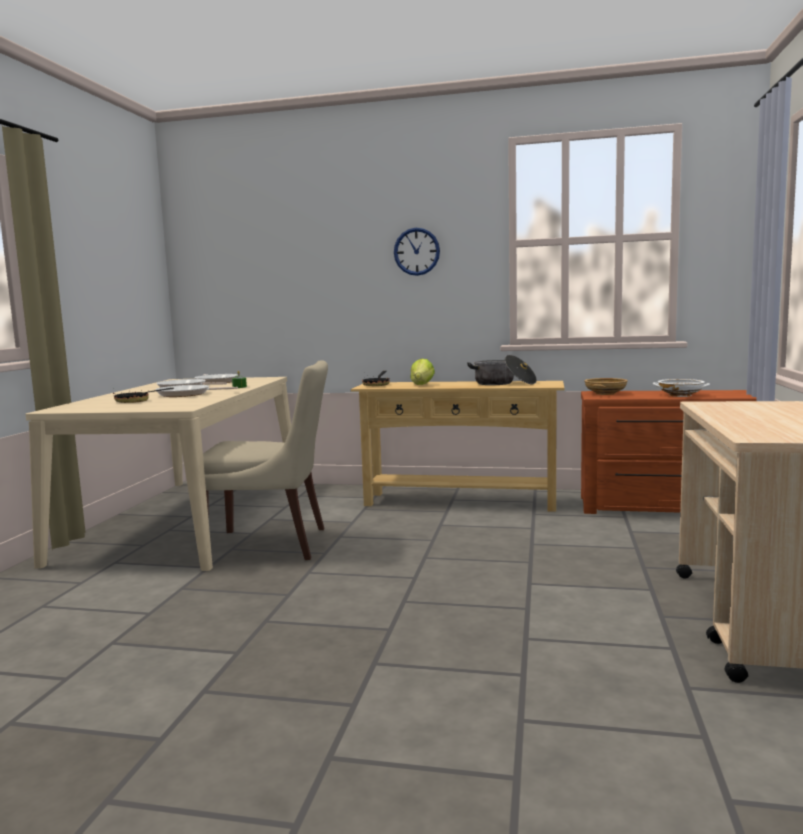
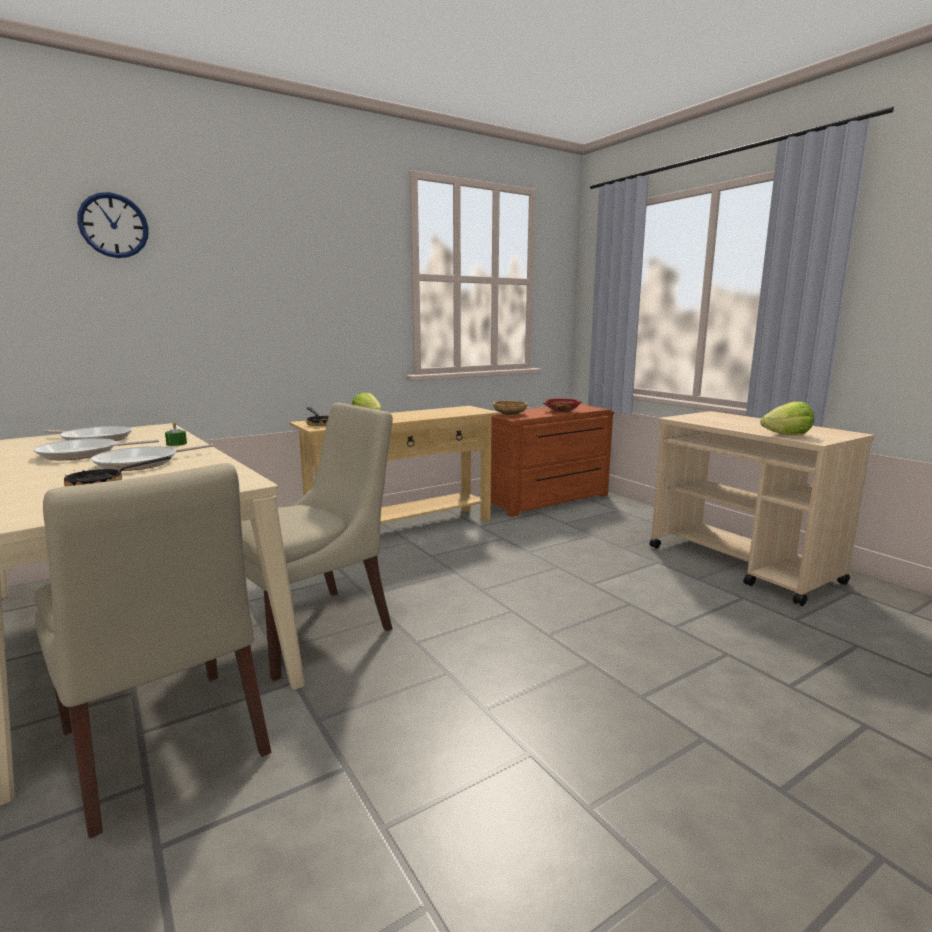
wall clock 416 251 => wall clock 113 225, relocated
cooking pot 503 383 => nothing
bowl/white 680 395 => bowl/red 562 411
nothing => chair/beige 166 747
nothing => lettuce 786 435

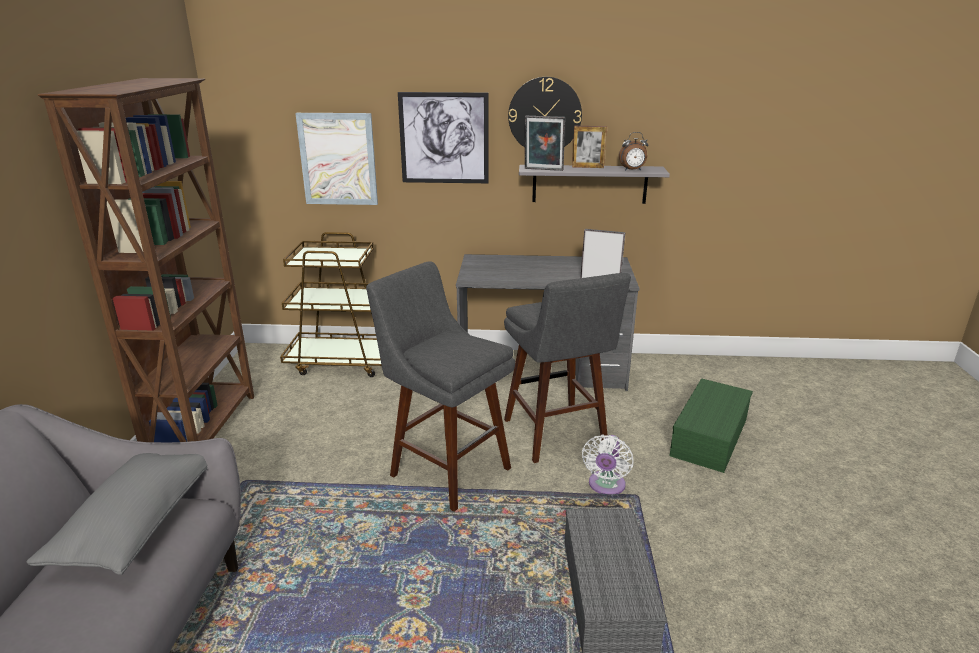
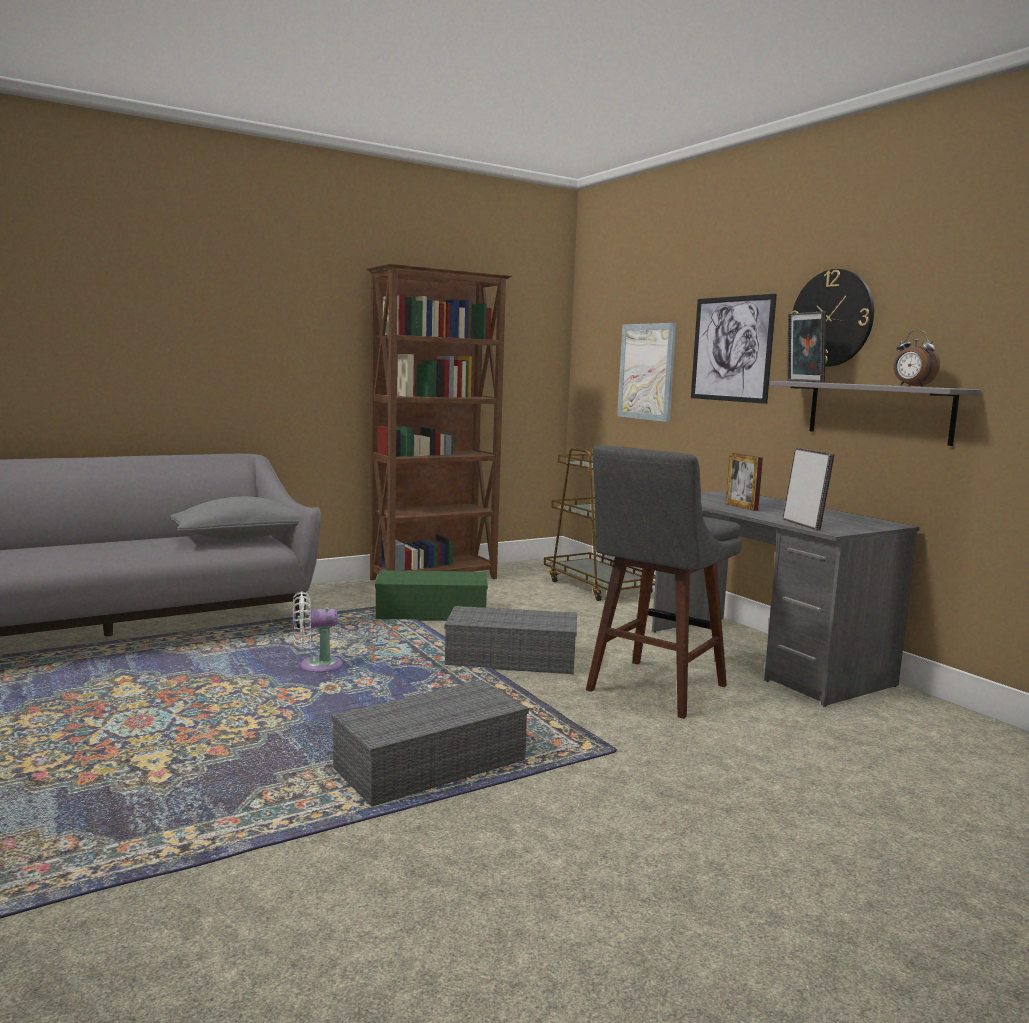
stool/grey 446 469 => storage box/grey 513 658
picture frame 587 167 => picture frame 741 507, relocated
fan/white 606 486 => fan/white 316 666, relocated
storage box/green 708 436 => storage box/green 433 612, relocated

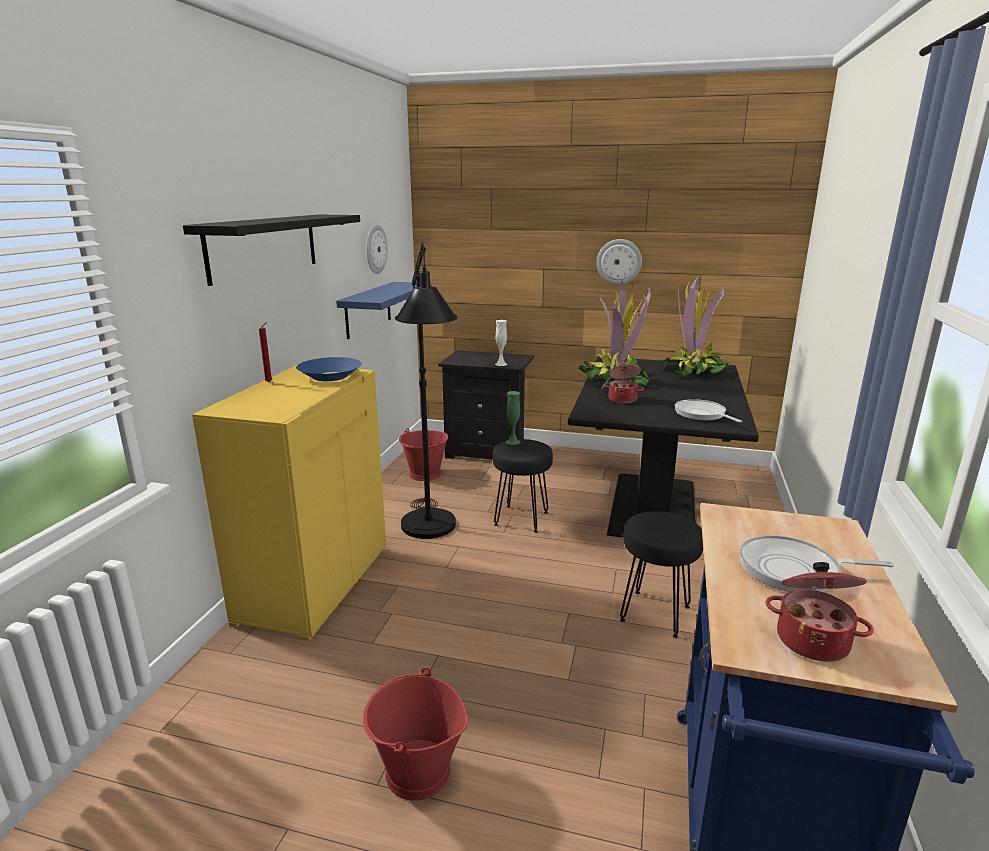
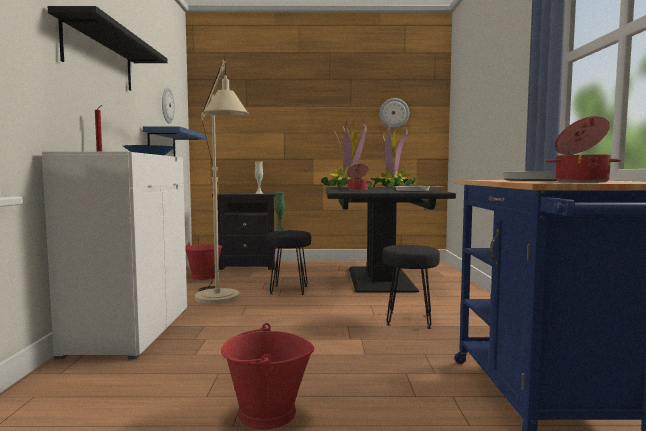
cabinet/yellow 314 582 => cabinet/white 129 330
floor lamp/black 430 533 => floor lamp/beige 220 300
wall clock 619 261 => wall clock 394 113, relocated

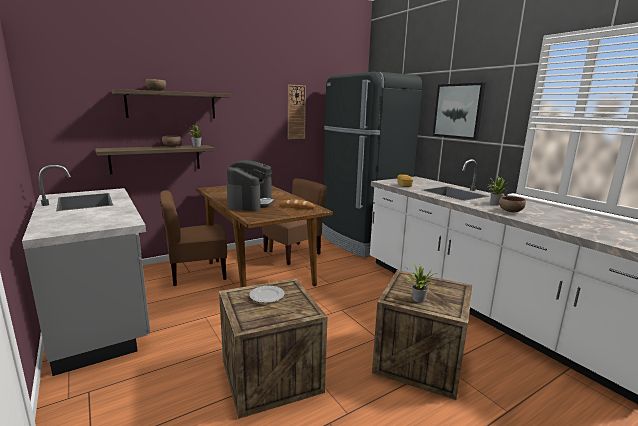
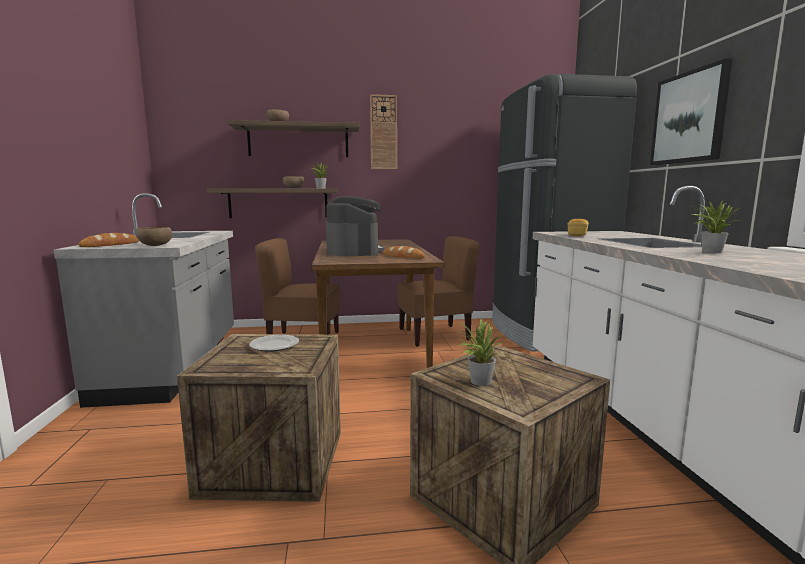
coffee machine 251 203 => coffee machine 354 251, 45 degrees counterclockwise
wall clock 296 112 => wall clock 383 132, relocated
bowl/brown 510 211 => bowl/brown 155 245, relocated
nothing => bread 111 245

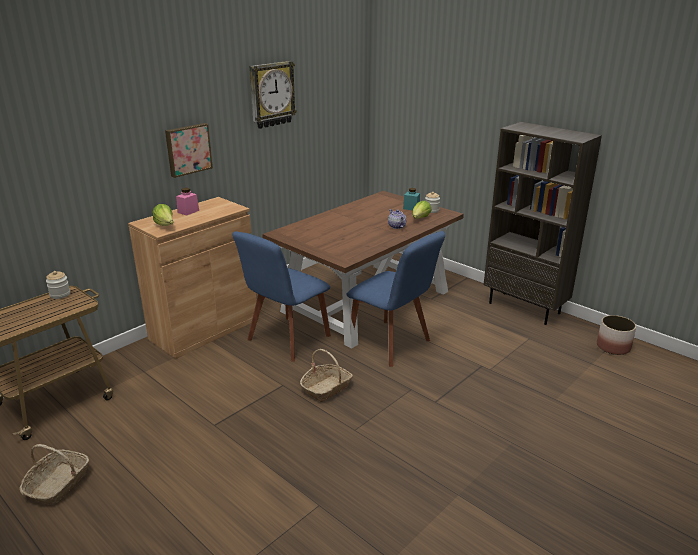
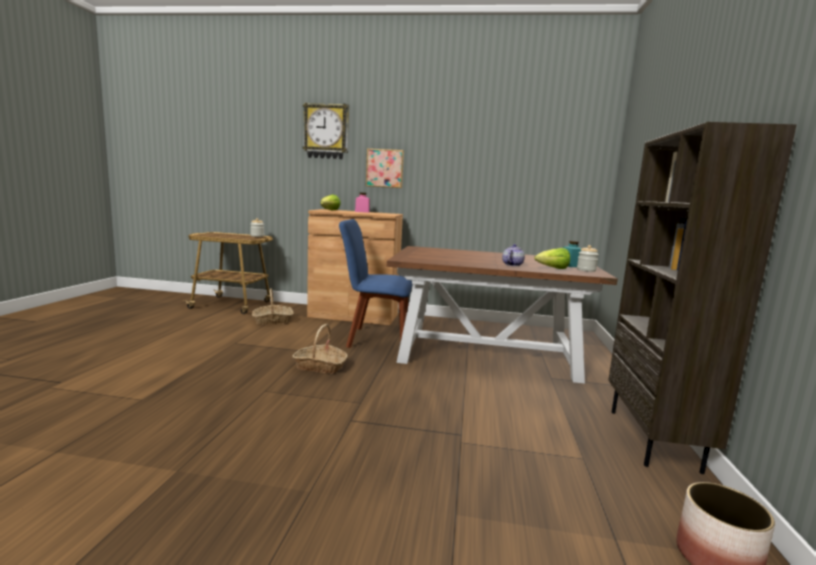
basket 58 484 => basket 272 321, relocated
wall clock 271 94 => wall clock 326 131, relocated
chair/blue 392 344 => nothing

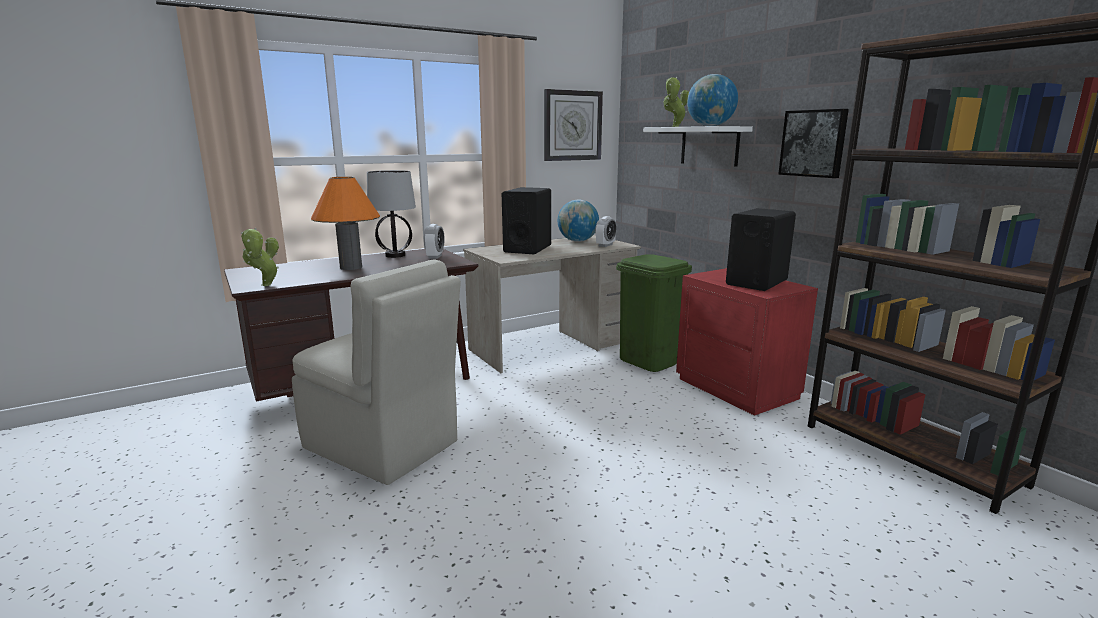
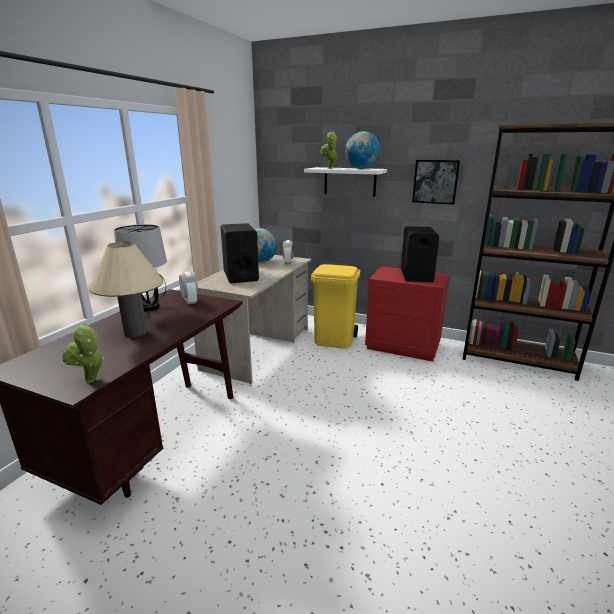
chair/beige 383 446 => nothing
table lamp/orange 351 267 => table lamp/beige 135 332
wall clock 572 125 => nothing
trash can/green 650 361 => trash can/yellow 334 340

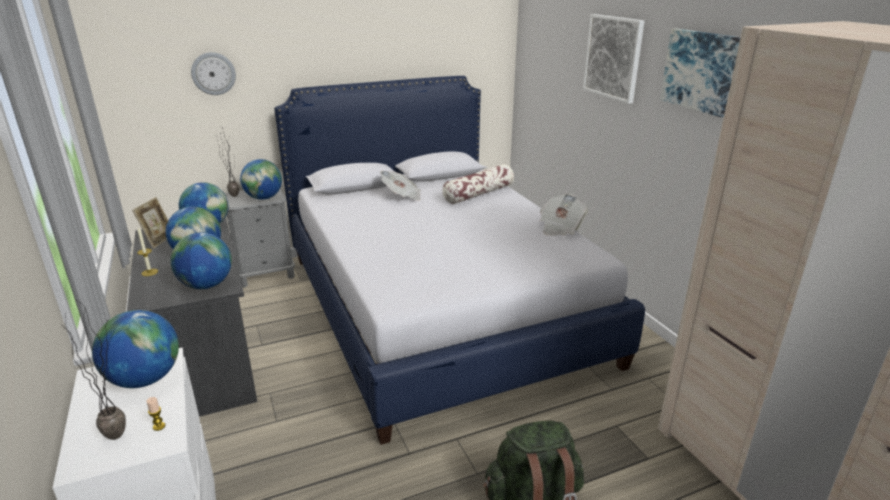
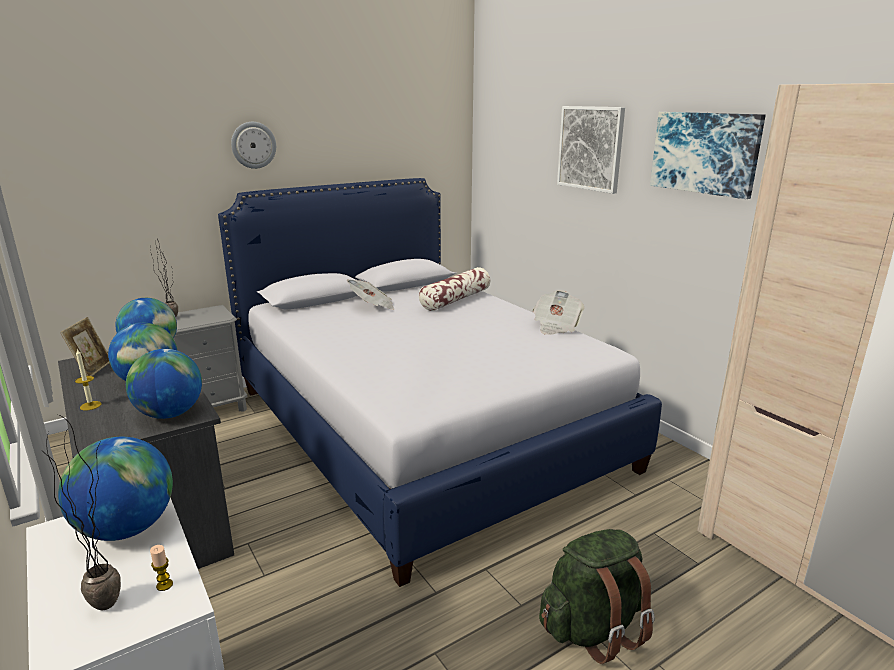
wall clock 213 73 => wall clock 253 145, relocated
globe 264 198 => nothing

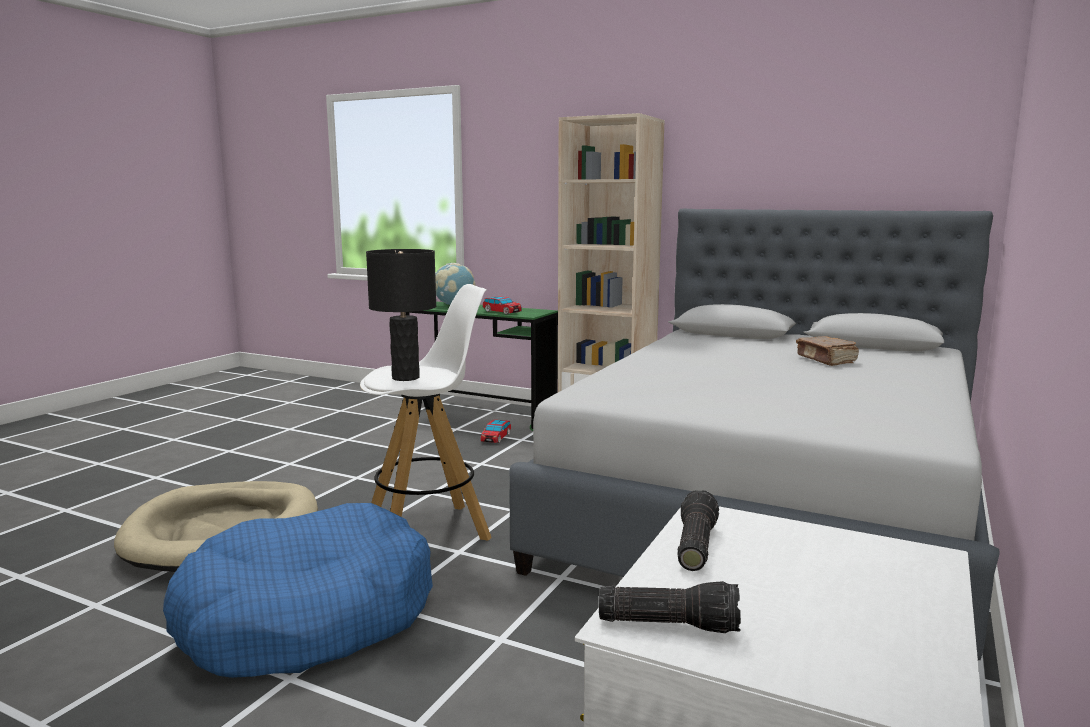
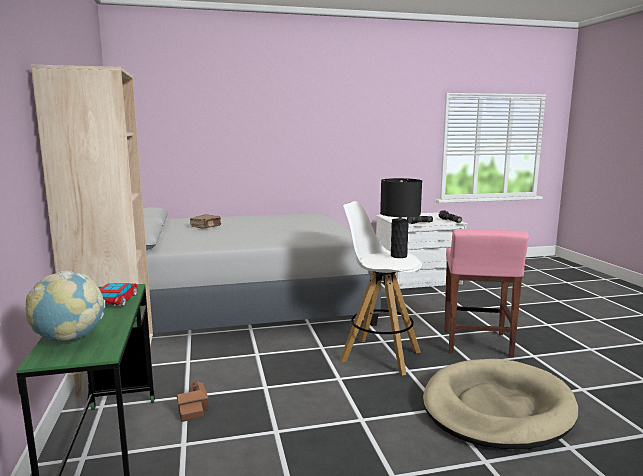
dog bed/blue 307 616 => stool/pink 476 344
toy car 496 438 => toy house 193 409

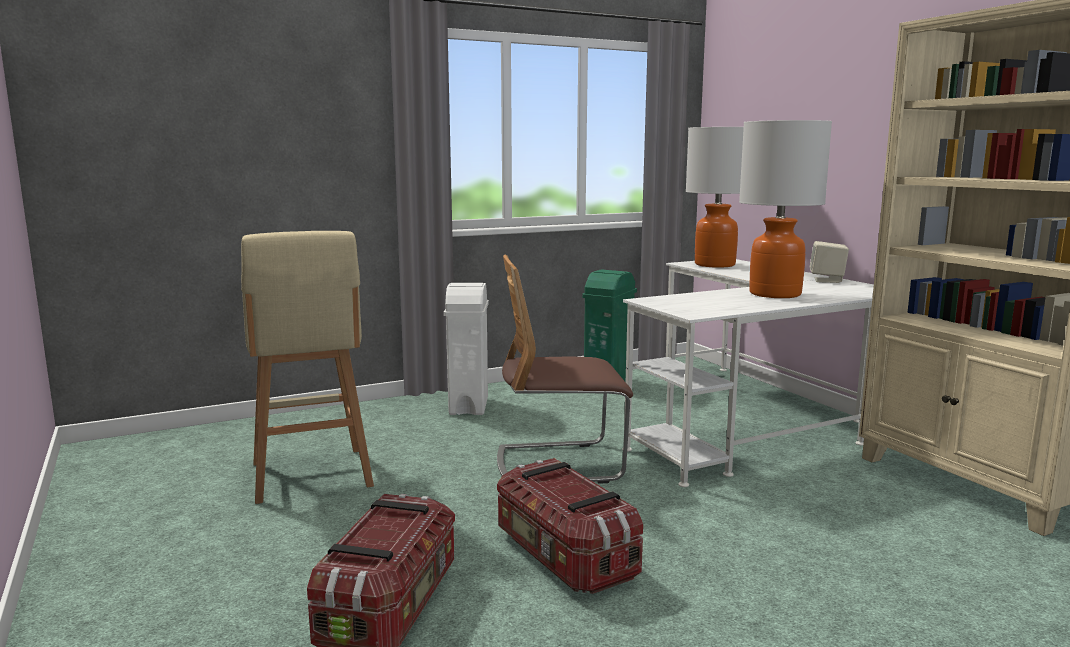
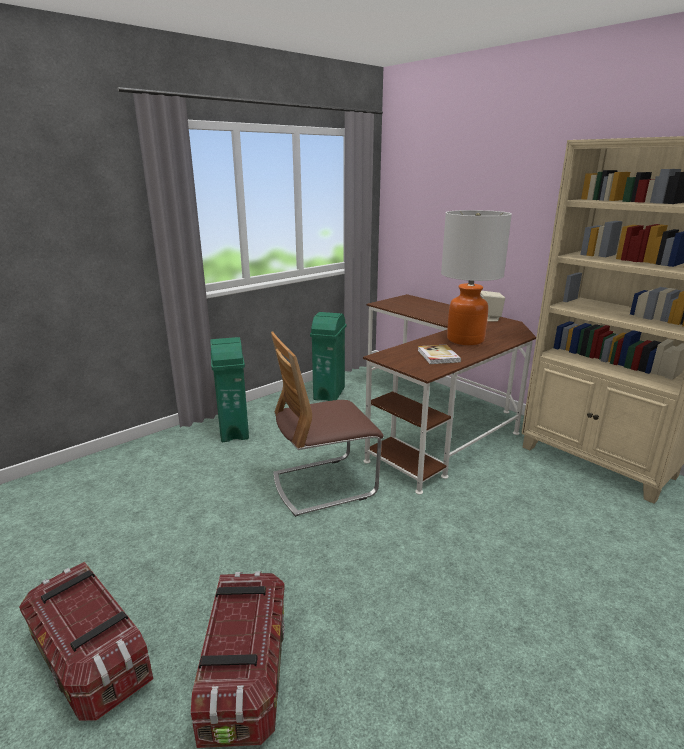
stool/beige 311 477 => nothing
trash can/white 469 406 => trash can/green 234 430
storage box 563 556 => storage box 91 660, relocated
desk/white 749 420 => desk/brown 438 419
table lamp 715 264 => nothing
nothing => book 438 356

